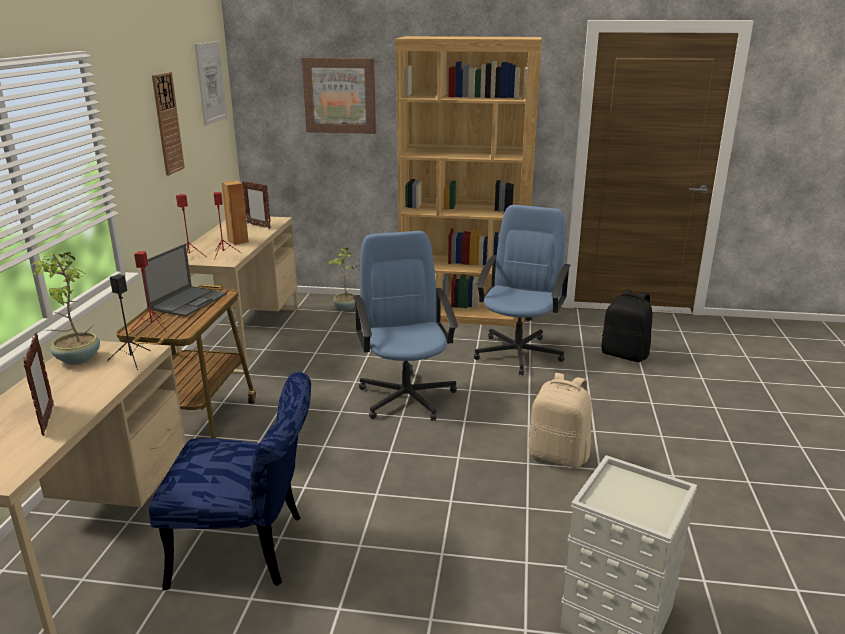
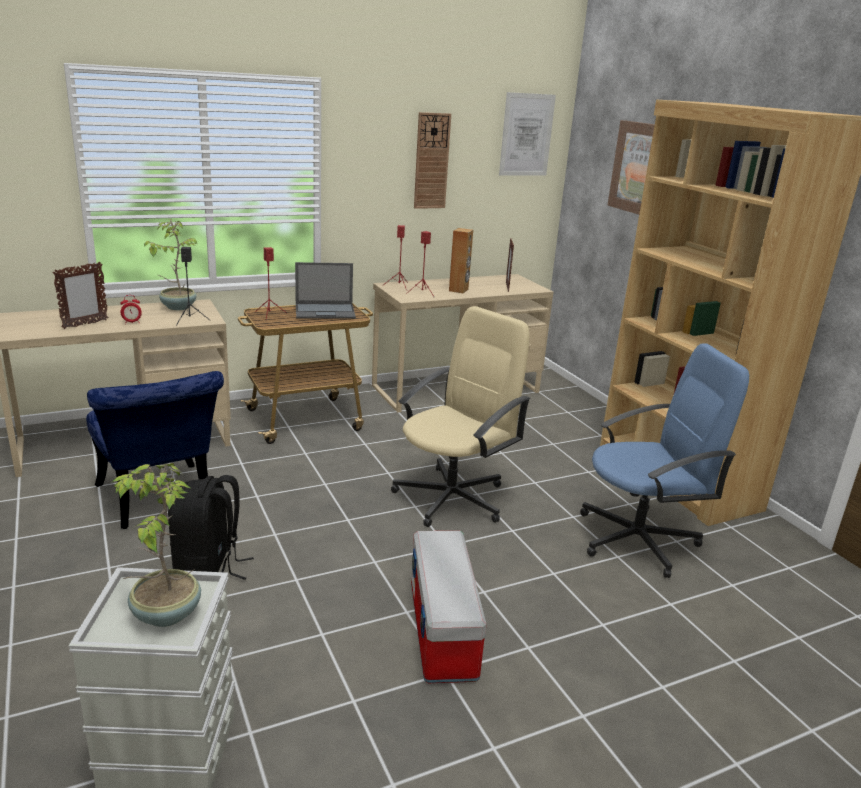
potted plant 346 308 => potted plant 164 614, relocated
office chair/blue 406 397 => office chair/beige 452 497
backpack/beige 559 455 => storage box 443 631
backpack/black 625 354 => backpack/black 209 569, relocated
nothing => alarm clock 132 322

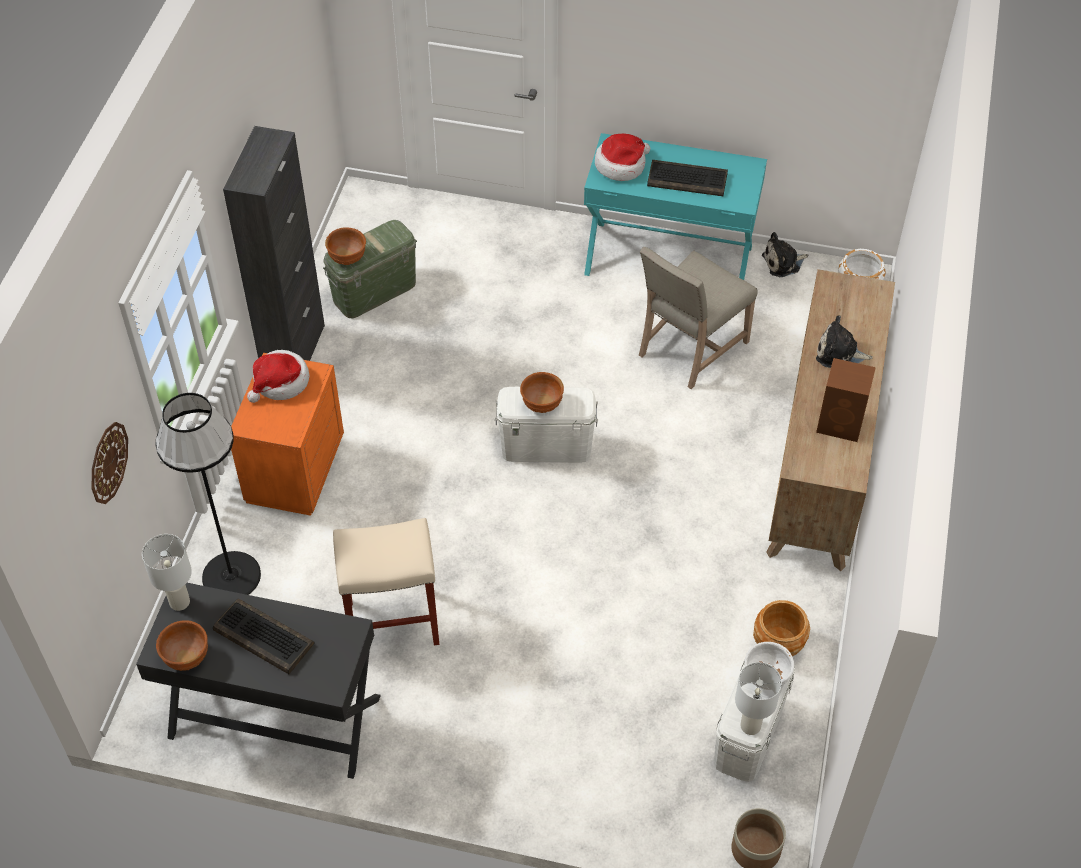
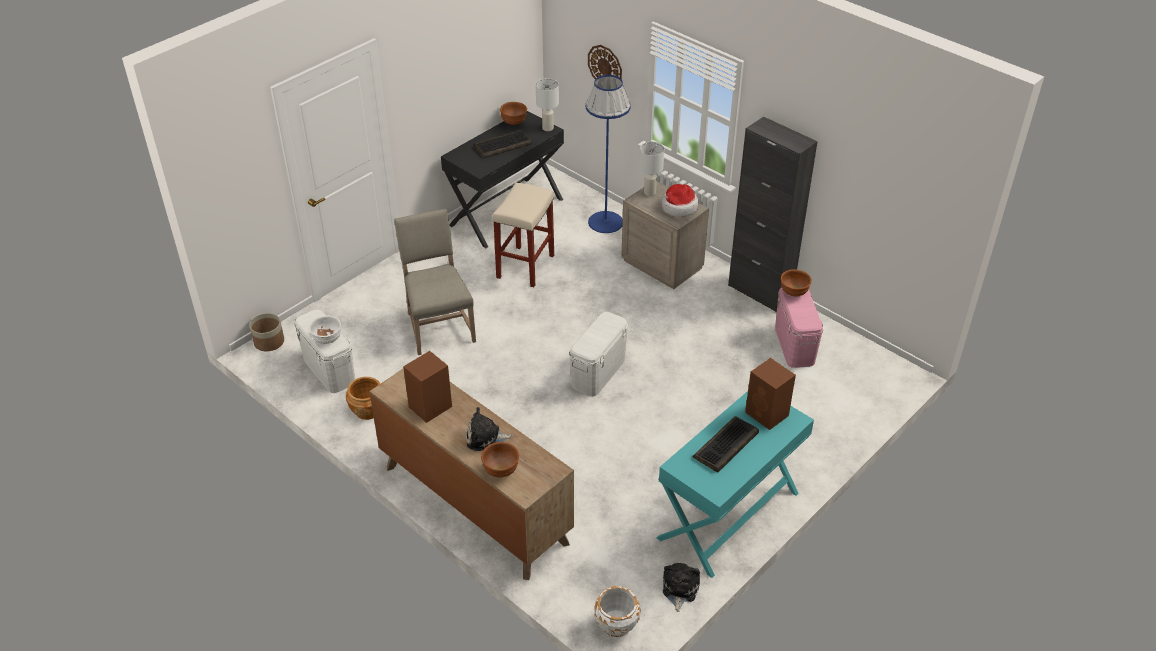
floor lamp/black 231 576 => floor lamp/blue 605 222
nightstand/orange 293 469 => nightstand/beige 663 264
storage box/green 374 291 => storage box/pink 794 345
bowl/brown 541 404 => bowl/brown 501 470, relocated
hat 621 165 => speaker/brown 767 414
chair/beige 689 349 => chair/beige 438 326, relocated
table lamp/white 750 725 => table lamp/white 650 192, relocated
plush toy 839 354 => plush toy 486 438, 135 degrees counterclockwise

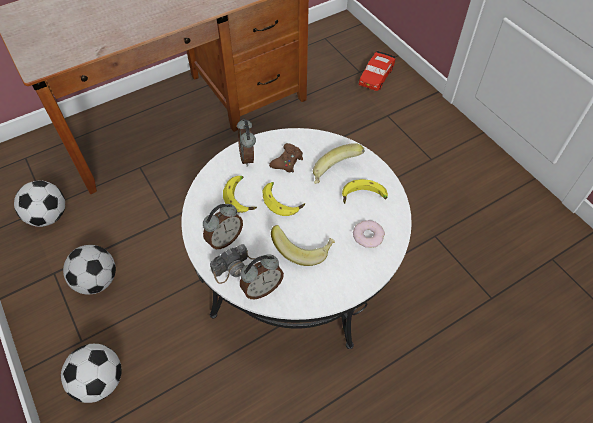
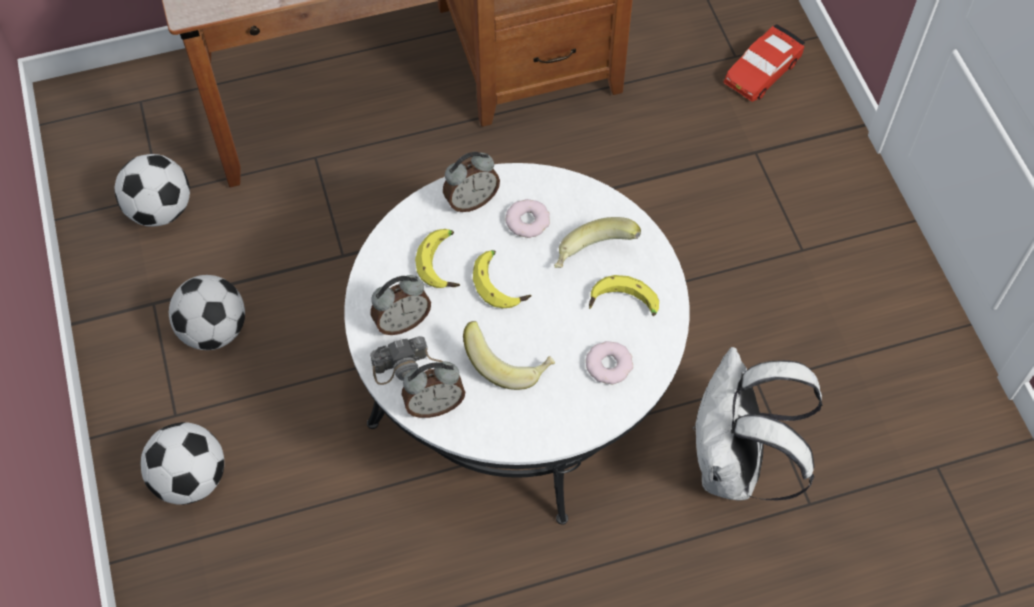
alarm clock 248 157 => alarm clock 471 201, 120 degrees counterclockwise
game controller/brown 287 161 => donut 527 221
nothing => backpack/white 734 466

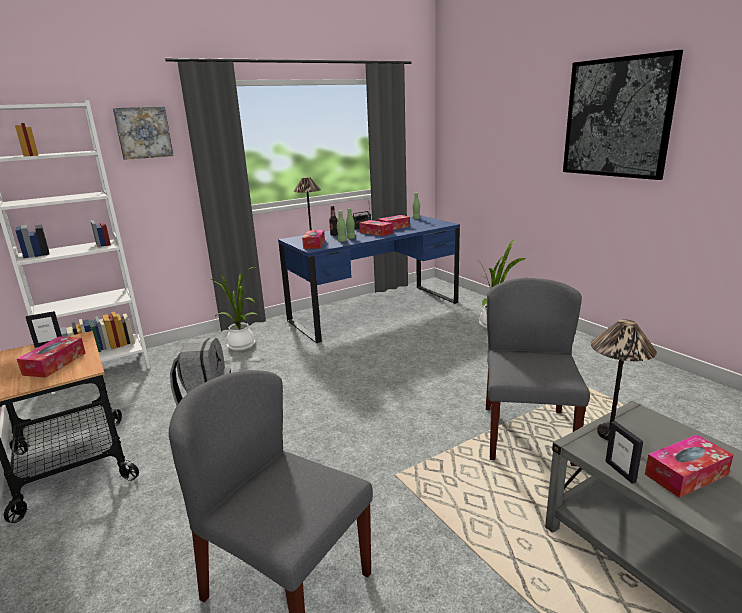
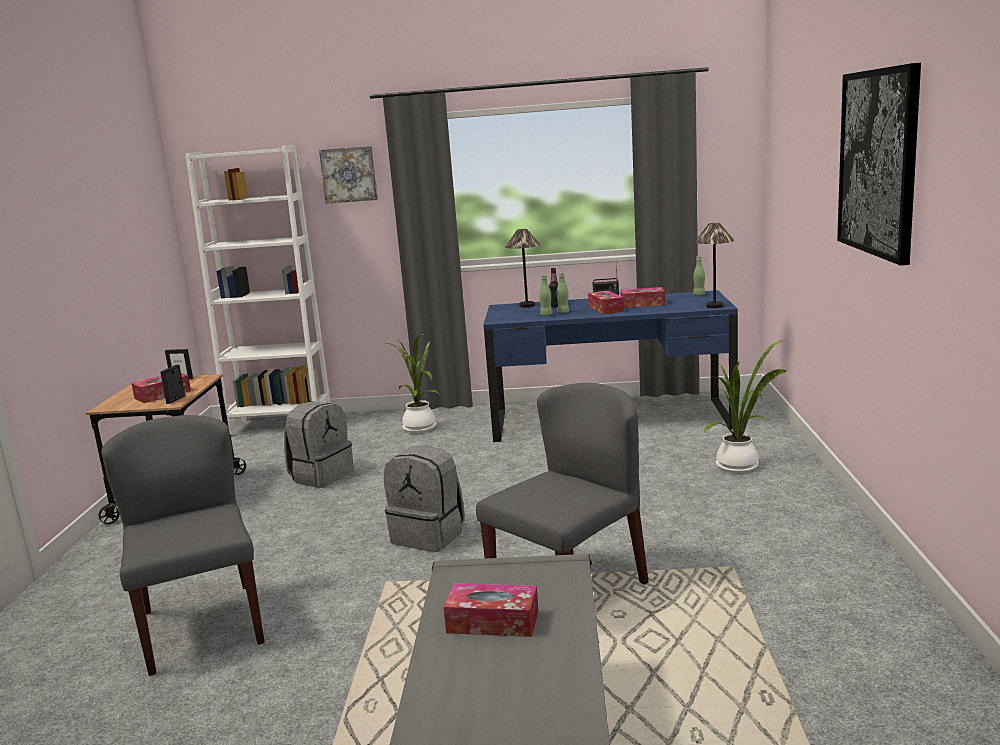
tissue box 314 244 => nothing
table lamp 610 433 => table lamp 714 306, relocated
picture frame 620 471 => picture frame 176 400, relocated
nothing => backpack/grey 429 536

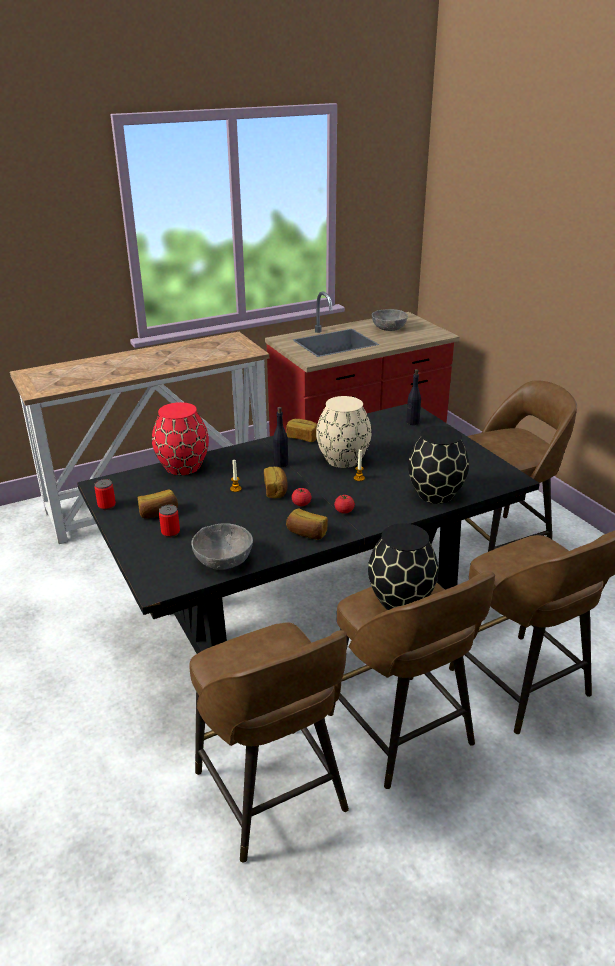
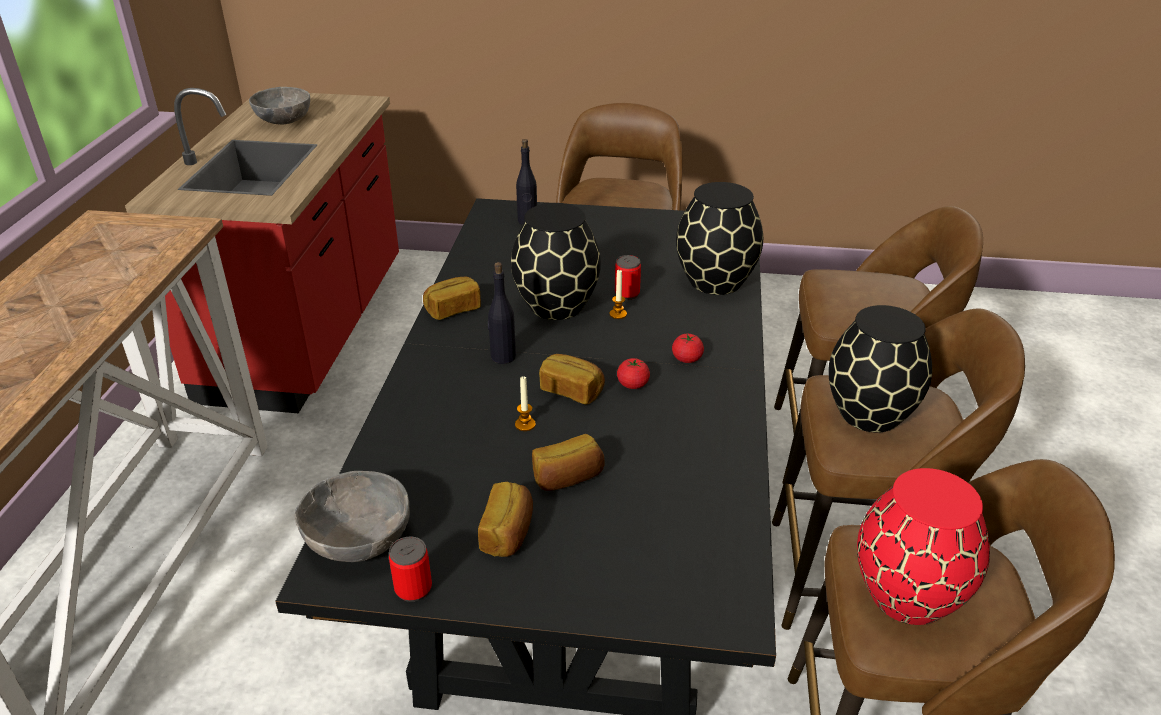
vase/red 183 466 => vase/red 906 594, relocated
can 170 532 => can 627 294, relocated
bowl/grey 223 560 => bowl/grey 358 539, relocated
bread 306 534 => bread 568 478, relocated
vase/beige 342 460 => vase/black 557 306

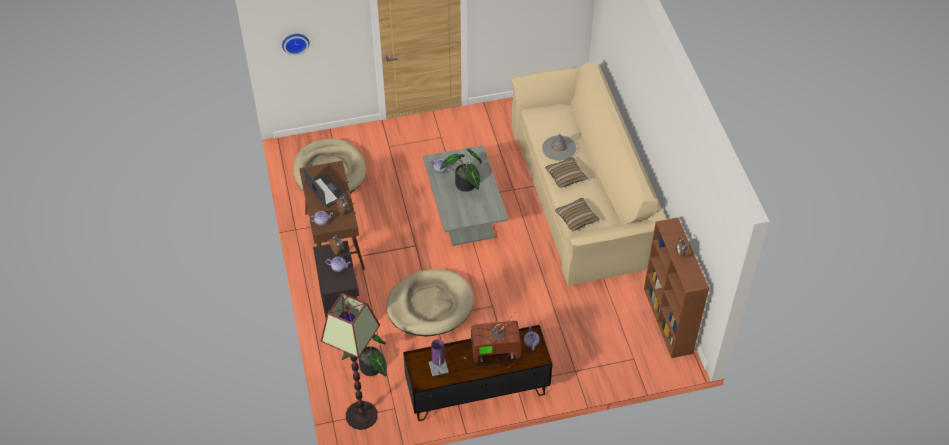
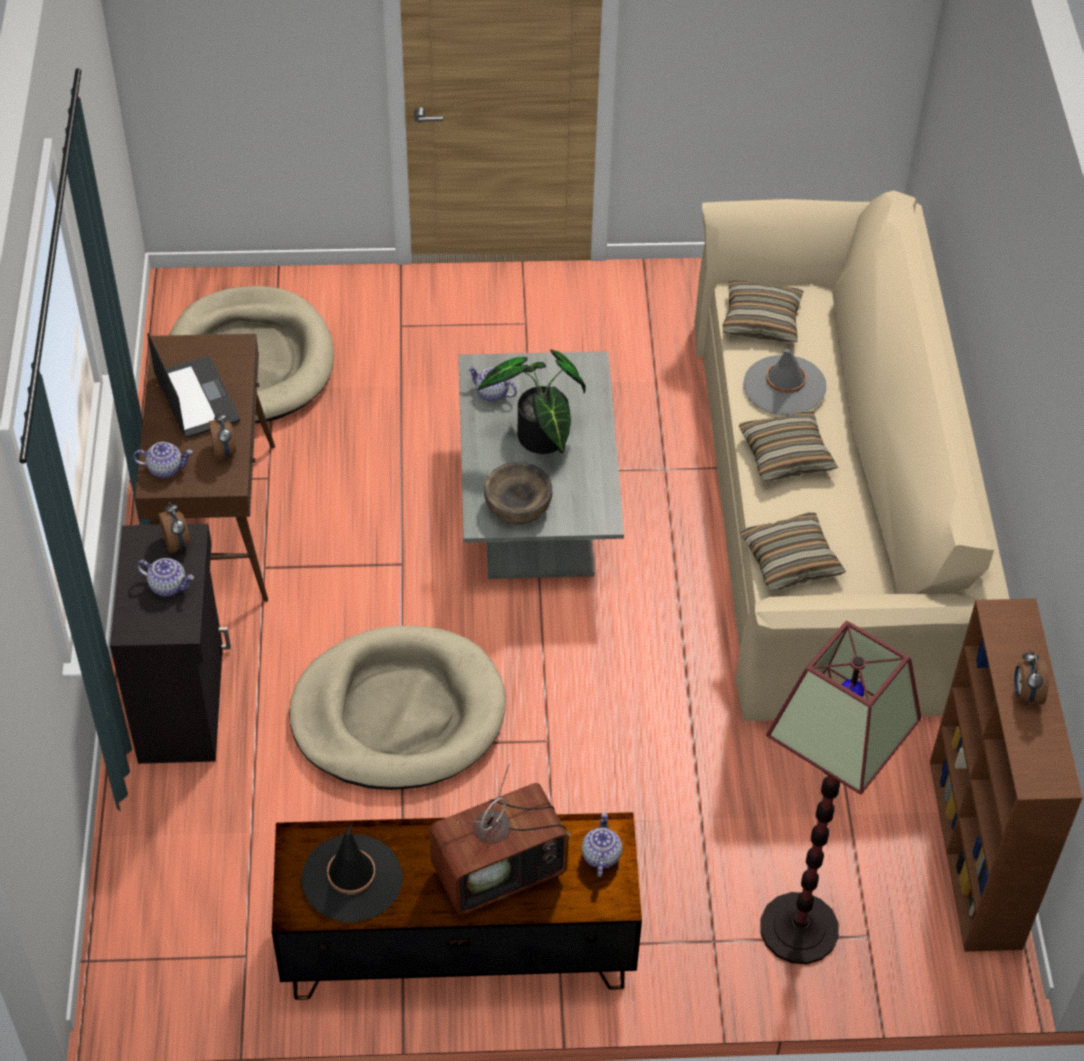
wall clock 295 42 => nothing
floor lamp 361 415 => floor lamp 798 928, relocated
potted plant 370 369 => nothing
table lamp/purple 438 367 => hat/black 352 878
television 494 353 => television 500 866, 150 degrees clockwise
nothing => bowl/brown 518 505
nothing => pillow 761 320

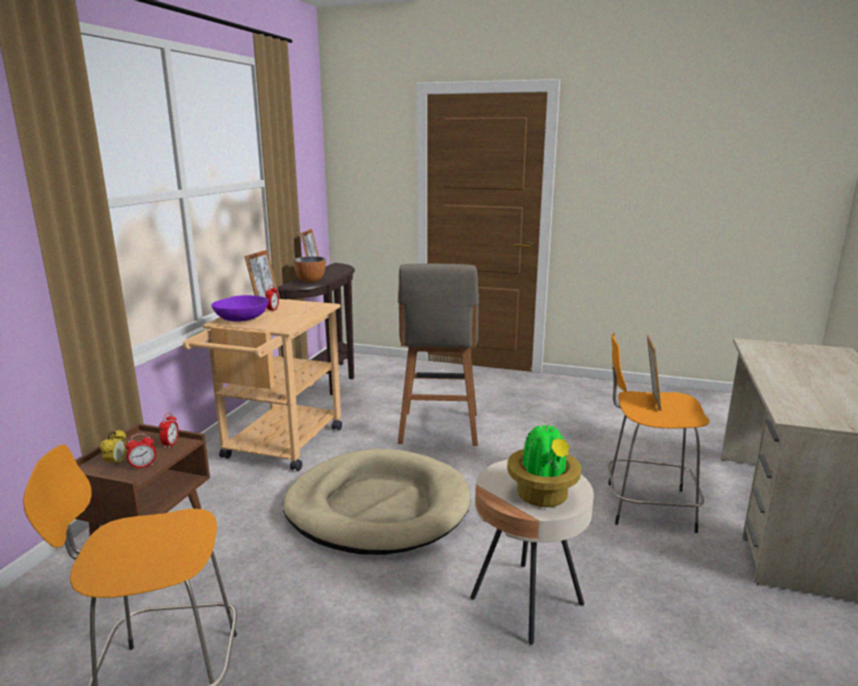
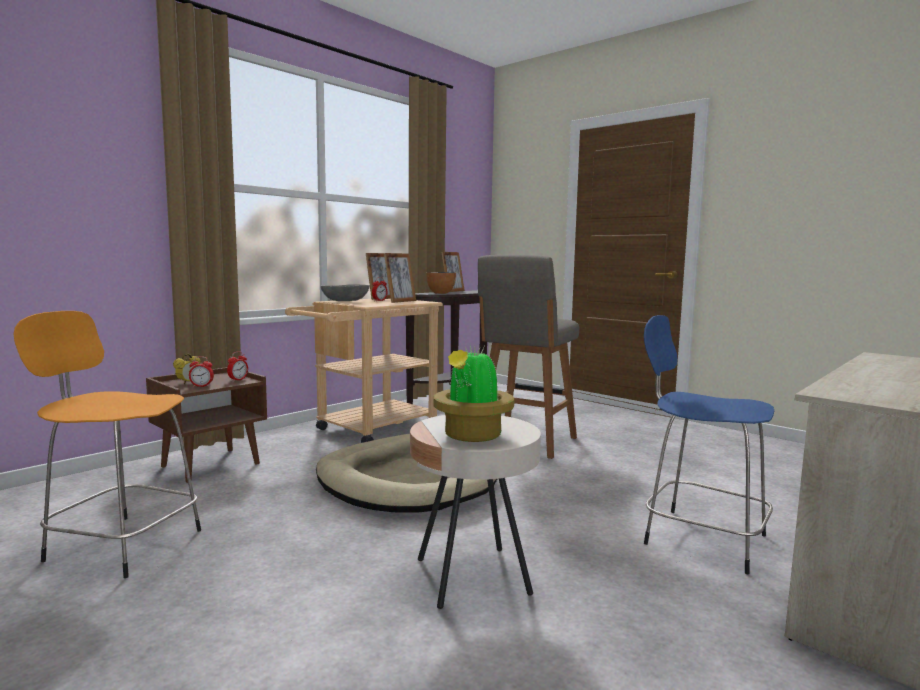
bowl/purple 242 318 => bowl/grey 345 301
stool/orange 645 506 => stool/blue 700 538
picture frame 650 401 => picture frame 400 301, relocated

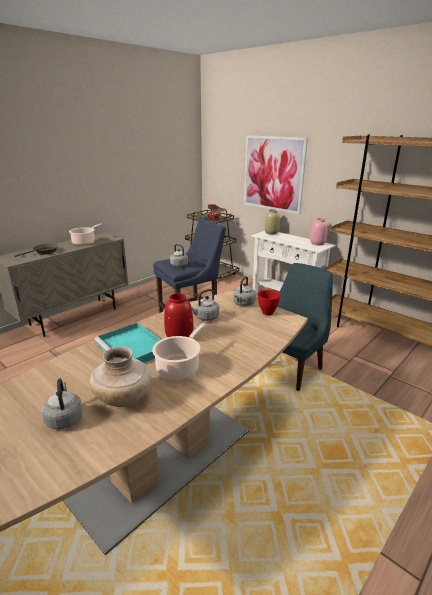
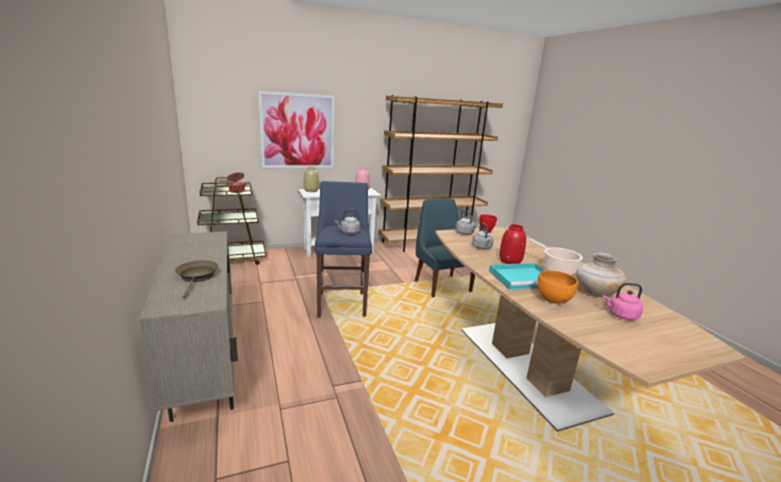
kettle/grey 64 418 => kettle/pink 621 315
cooking pot 85 242 => nothing
nothing => bowl/orange 553 300

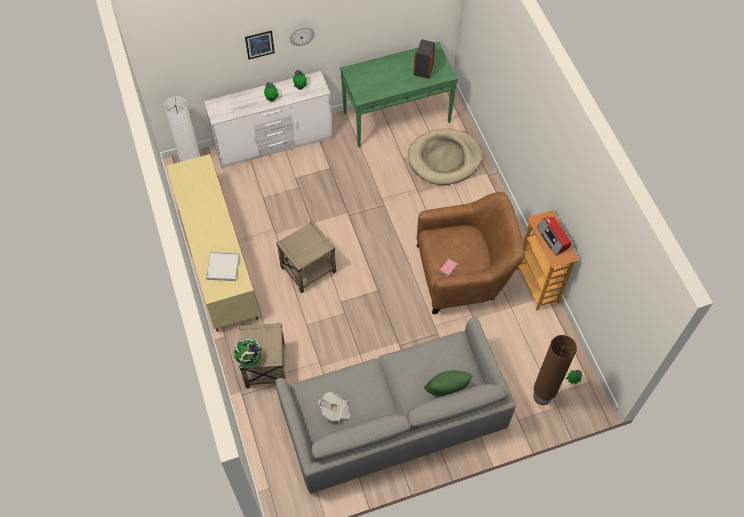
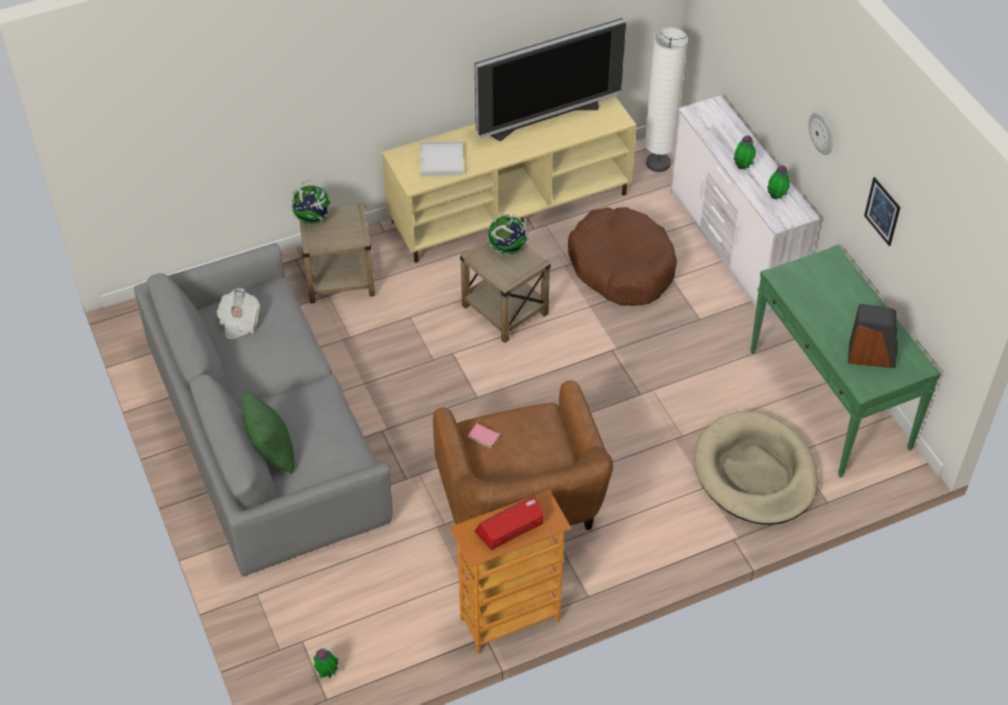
picture 259 44 => picture 882 211, relocated
floor lamp/brown 542 396 => nothing
nothing => television 545 118
nothing => globe 507 249
nothing => dog bed/brown 621 267

